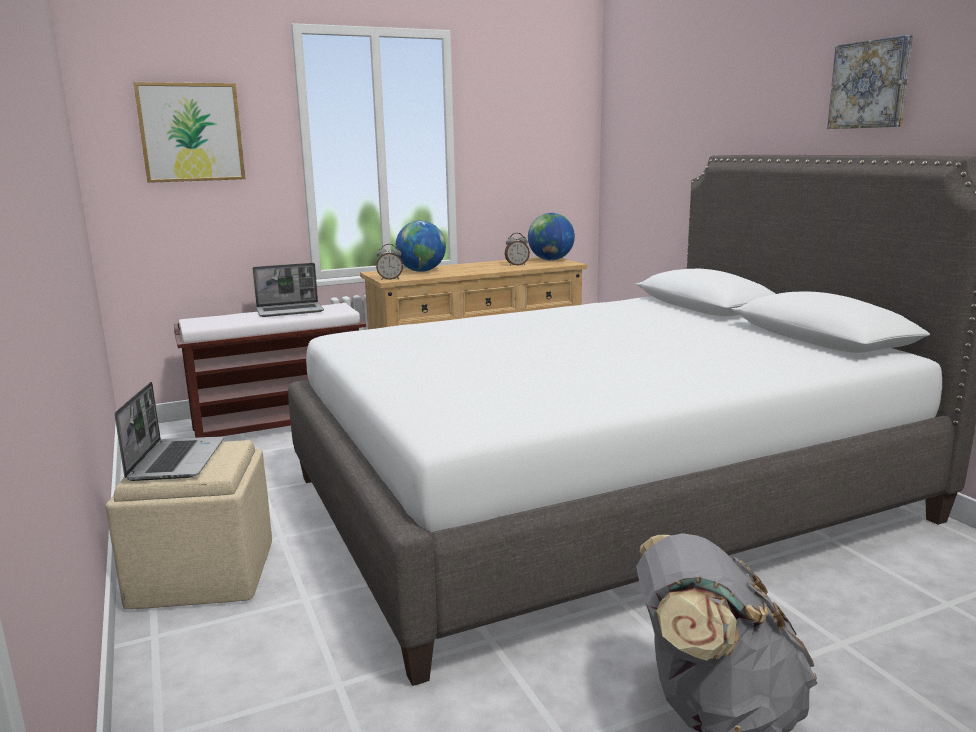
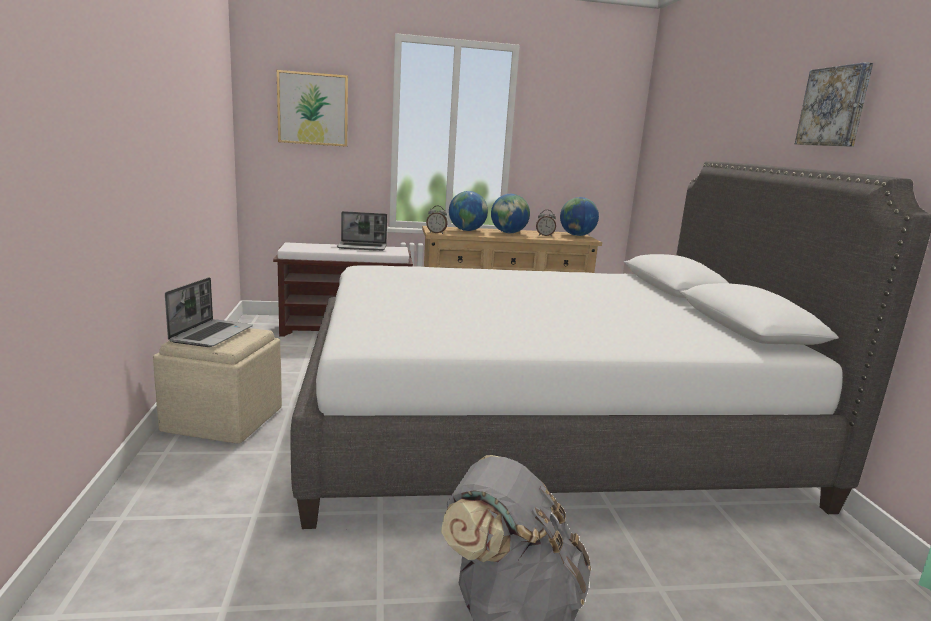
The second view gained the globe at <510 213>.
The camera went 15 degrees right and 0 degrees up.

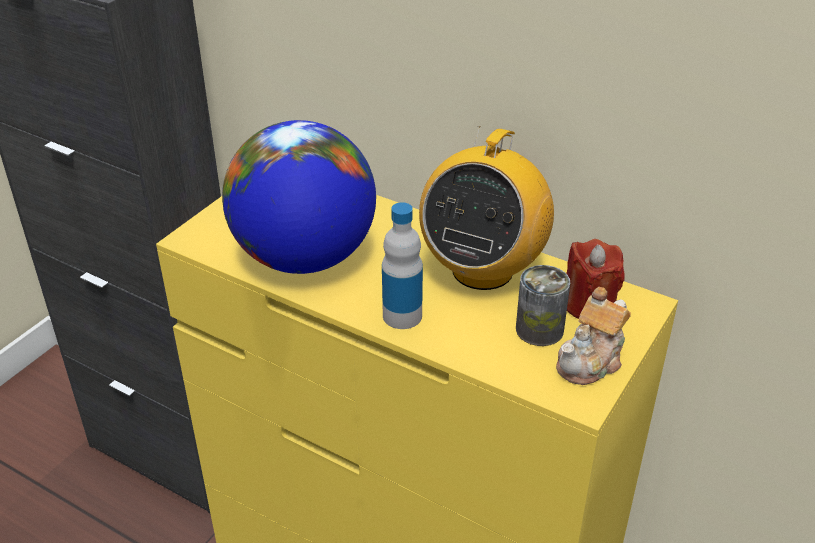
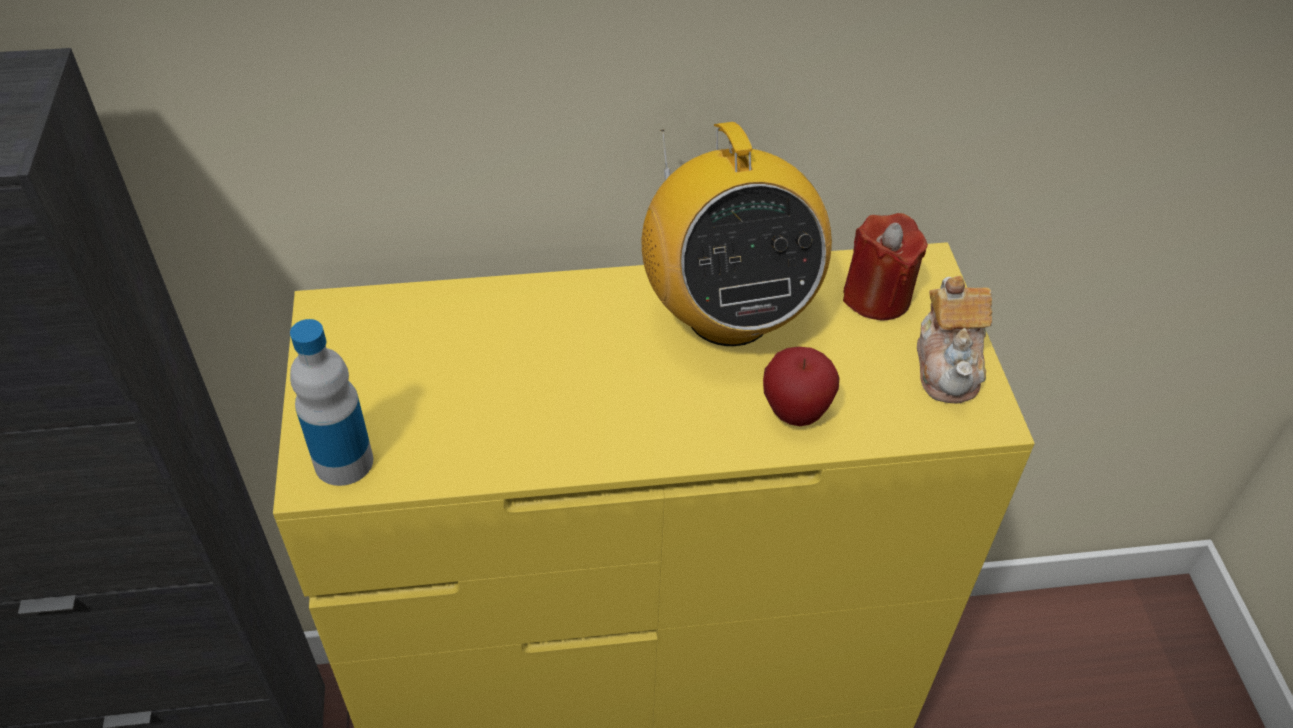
The second view lost the globe at <299 197>.
The bottle ended up elsewhere, having gone from <402 265> to <331 402>.
The second view lost the can at <543 305>.
The second view gained the apple at <801 386>.
The camera went 40 degrees left and 10 degrees up.

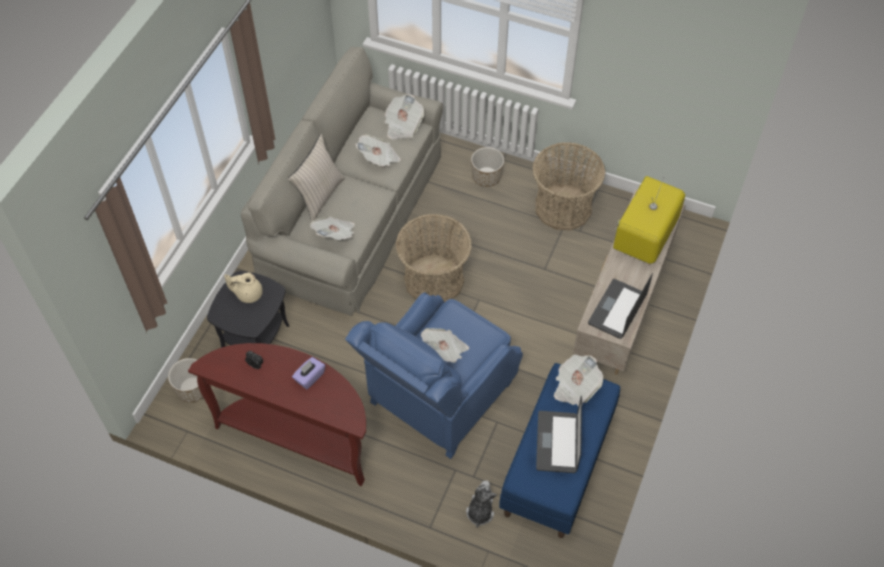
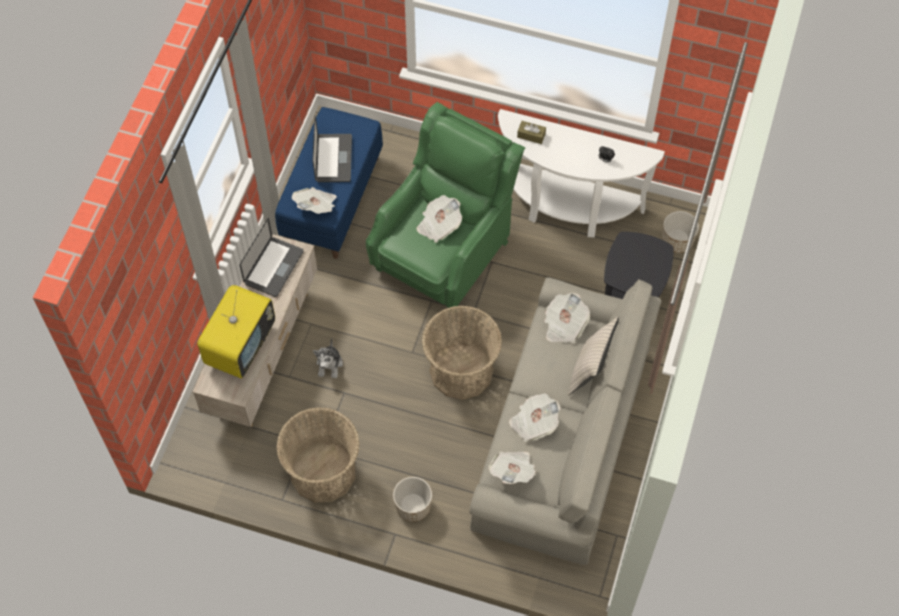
The second view lost the teapot (beige) at <243 287>.
What was the armchair (blue) at <434 375> turned into the armchair (green) at <445 206>.
What was the console table (brown) at <277 414> turned into the console table (white) at <581 173>.
The second view lost the tissue box (purple) at <308 373>.
The plush toy ended up elsewhere, having gone from <481 504> to <328 358>.
The second view gained the tissue box (brown) at <531 132>.
The camera went 175 degrees right and 5 degrees up.

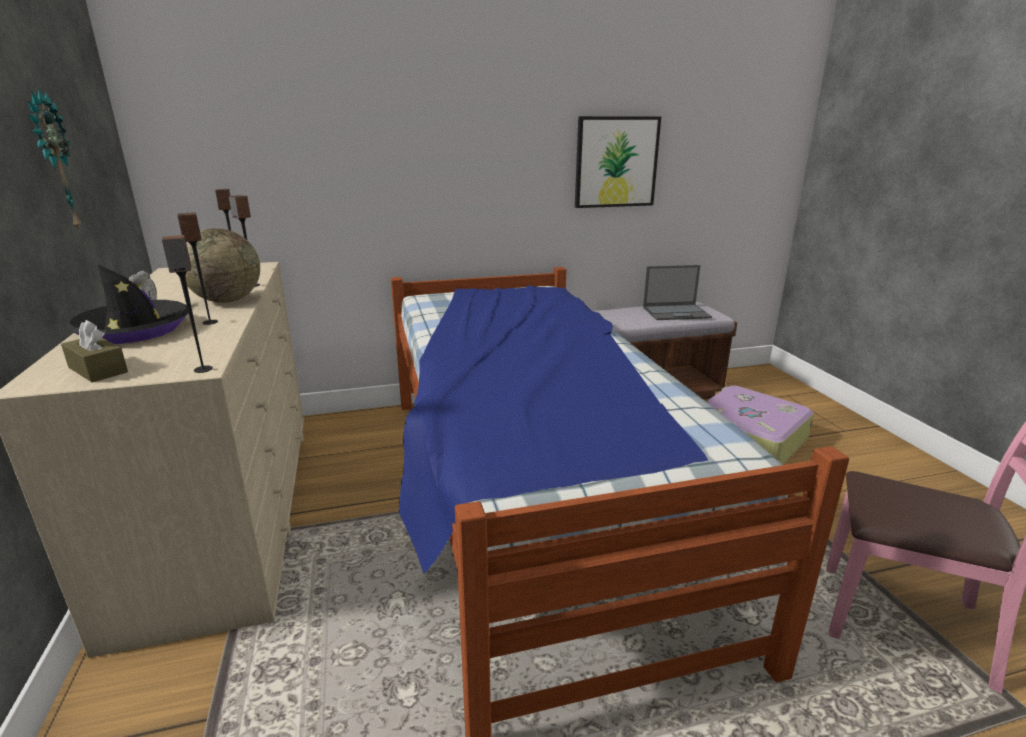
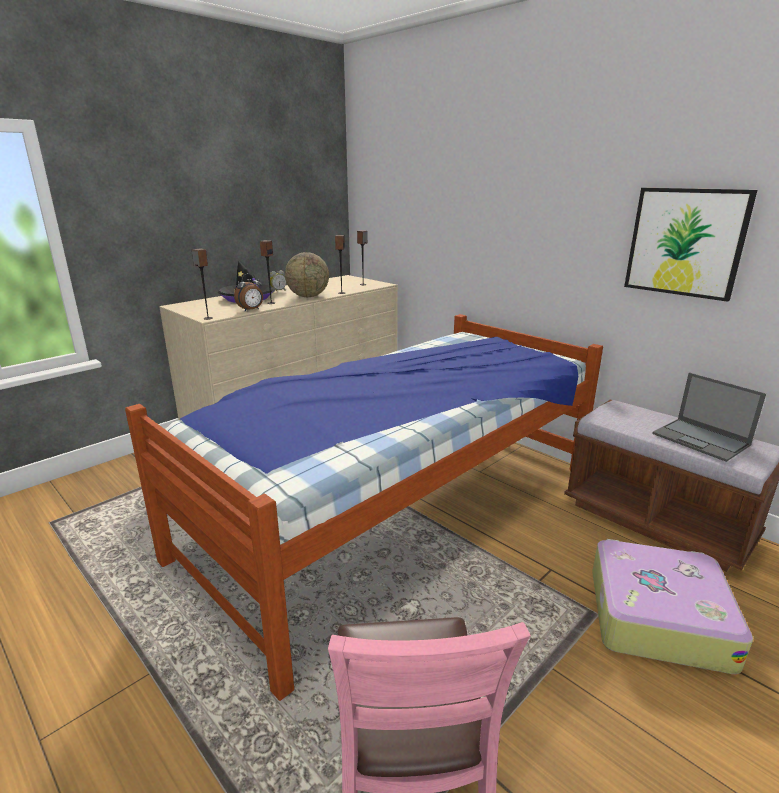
The second view lost the wall clock at <55 160>.
The second view lost the tissue box (brown) at <94 351>.
The second view gained the alarm clock at <248 292>.
The camera went 60 degrees right and 0 degrees up.

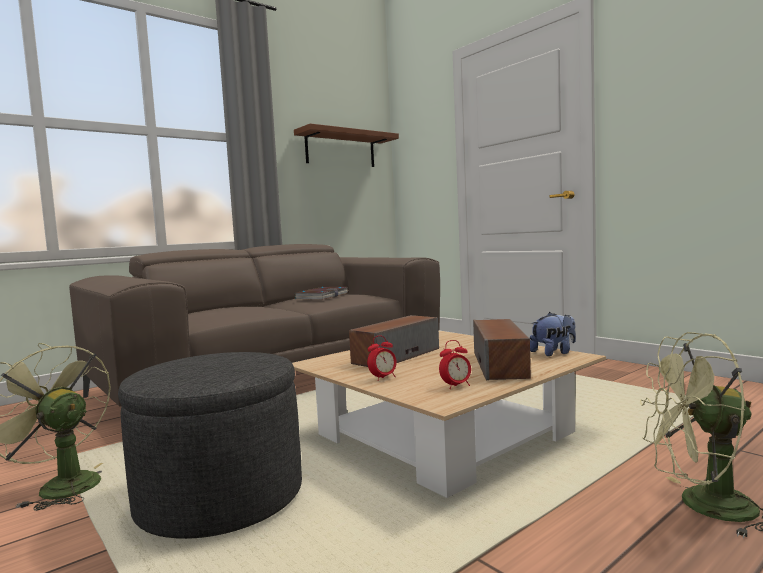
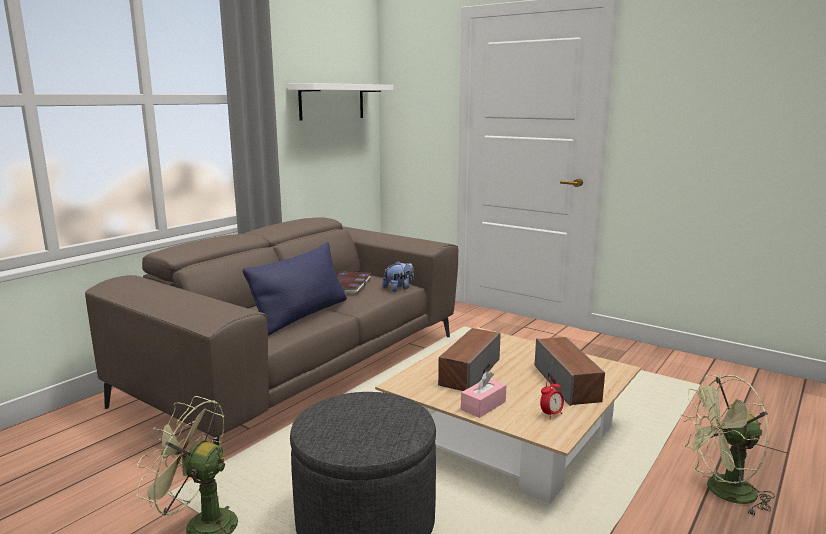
What was the shelf (brown) at <346 145> turned into the shelf (white) at <340 102>.
The plush toy ended up elsewhere, having gone from <553 334> to <398 276>.
Where the alarm clock stood at <382 358>, the tissue box (pink) came to stand at <483 394>.
The second view gained the pillow (blue) at <295 289>.
The camera went 15 degrees left and 10 degrees up.

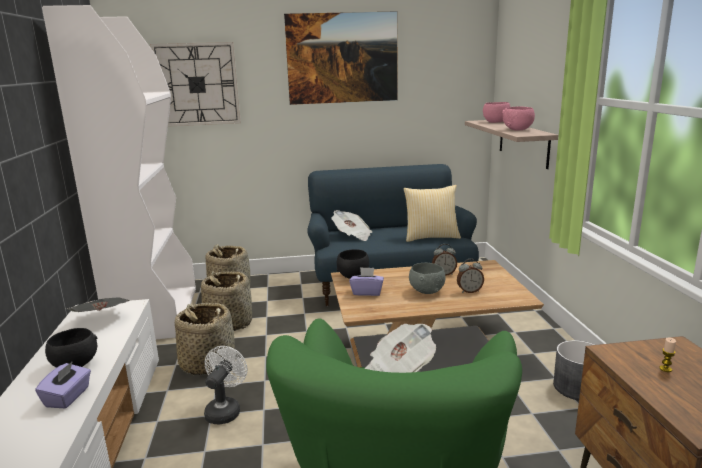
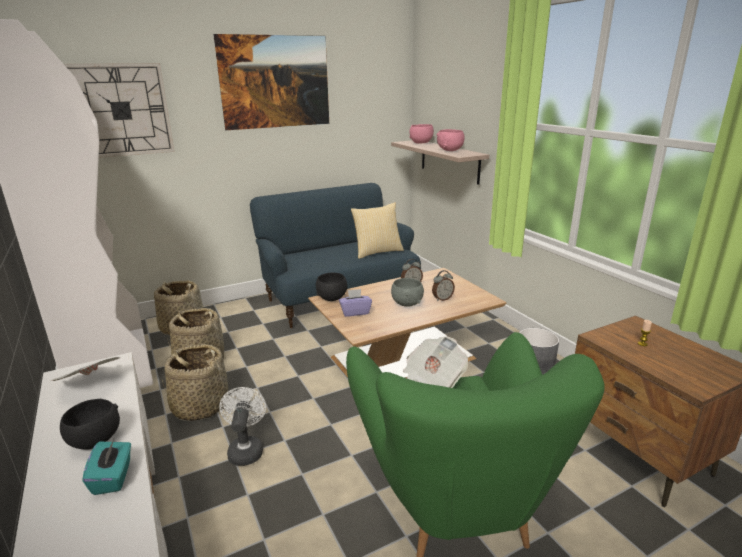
The second view lost the newspaper at <352 225>.
What was the tissue box (purple) at <63 385> turned into the tissue box (turquoise) at <106 467>.
The camera went 20 degrees left and 5 degrees up.

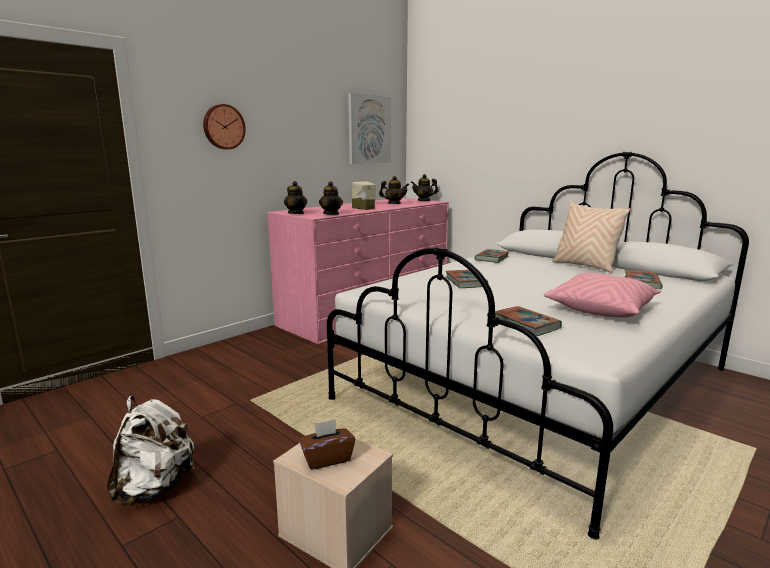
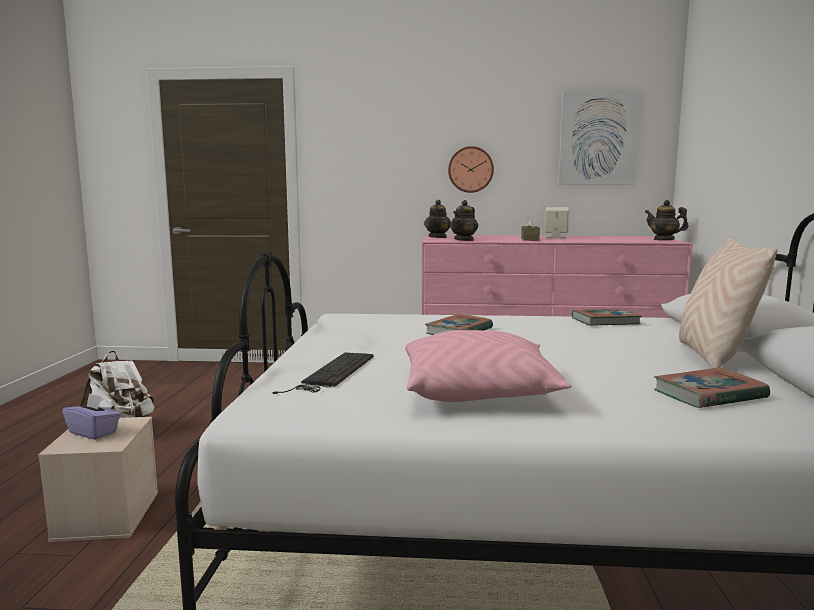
The wall clock ended up elsewhere, having gone from <224 126> to <471 169>.
The second view lost the teapot at <394 190>.
Where the book stood at <528 321>, the keyboard came to stand at <323 373>.
What was the tissue box (brown) at <327 444> turned into the tissue box (purple) at <91 416>.
The camera went 50 degrees right and 5 degrees down.

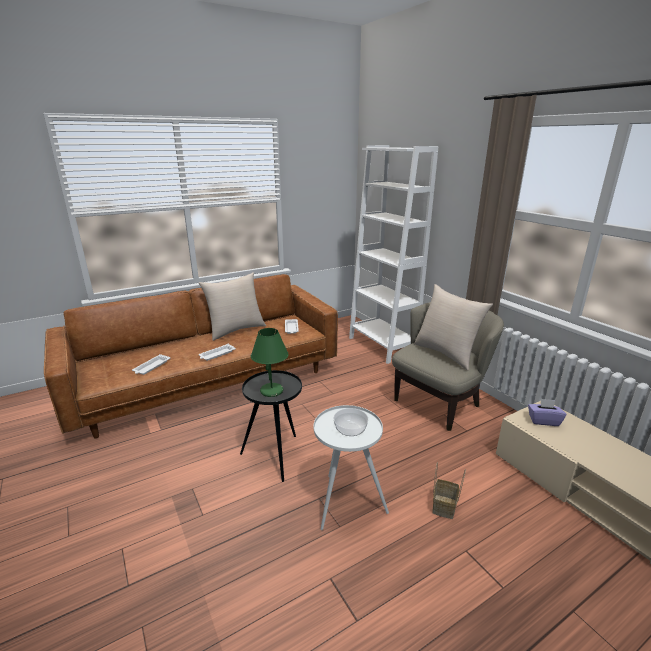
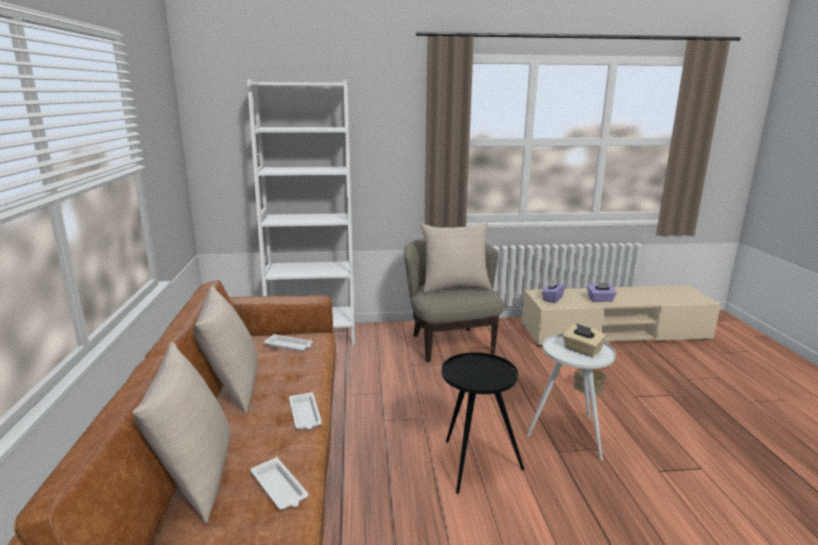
The second view lost the table lamp (green) at <270 362>.
Where the bowl stood at <351 422>, the tissue box (beige) came to stand at <584 340>.
The second view gained the tissue box (purple) at <602 292>.
The second view gained the pillow (beige) at <181 432>.
The camera went 65 degrees left and 5 degrees down.

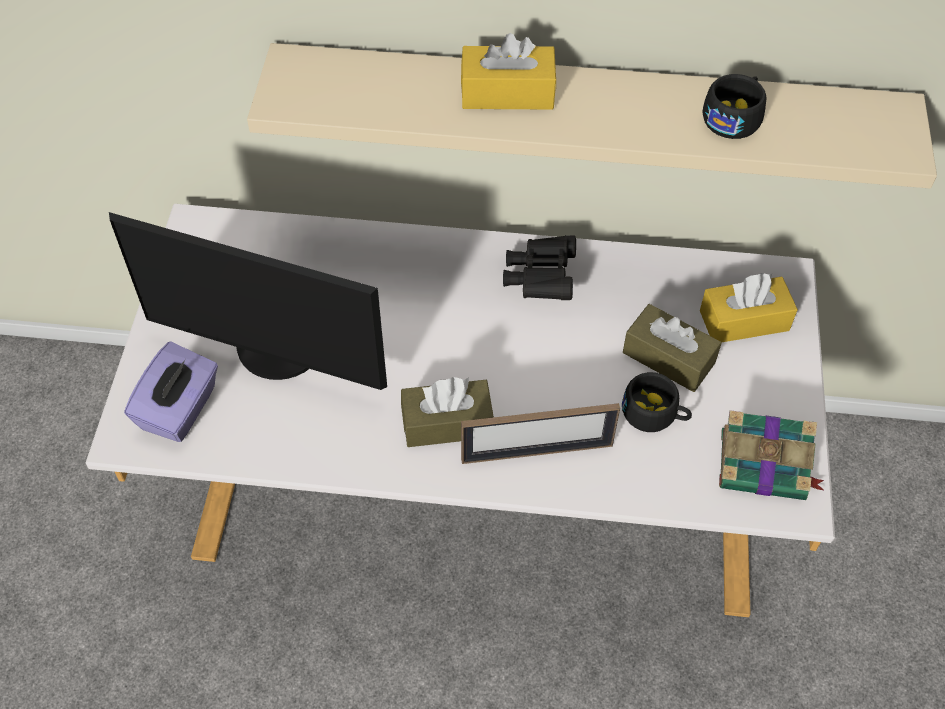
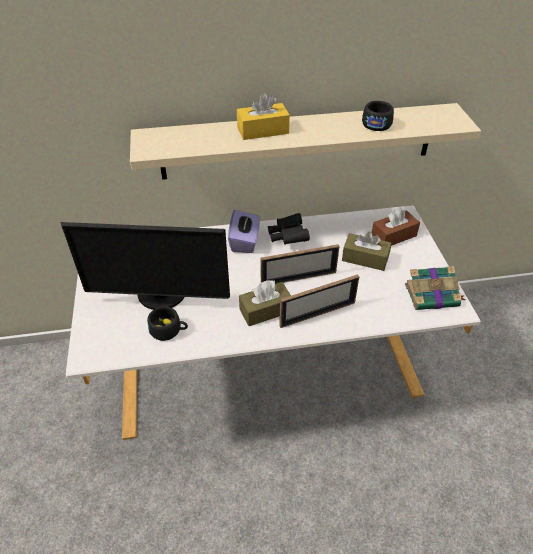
What was the tissue box (yellow) at <749 308> turned into the tissue box (brown) at <396 226>.
The tissue box (purple) ended up elsewhere, having gone from <171 391> to <244 231>.
The cup (black) ended up elsewhere, having gone from <657 402> to <167 323>.
The second view gained the picture frame at <300 264>.
The camera went 15 degrees left and 10 degrees down.

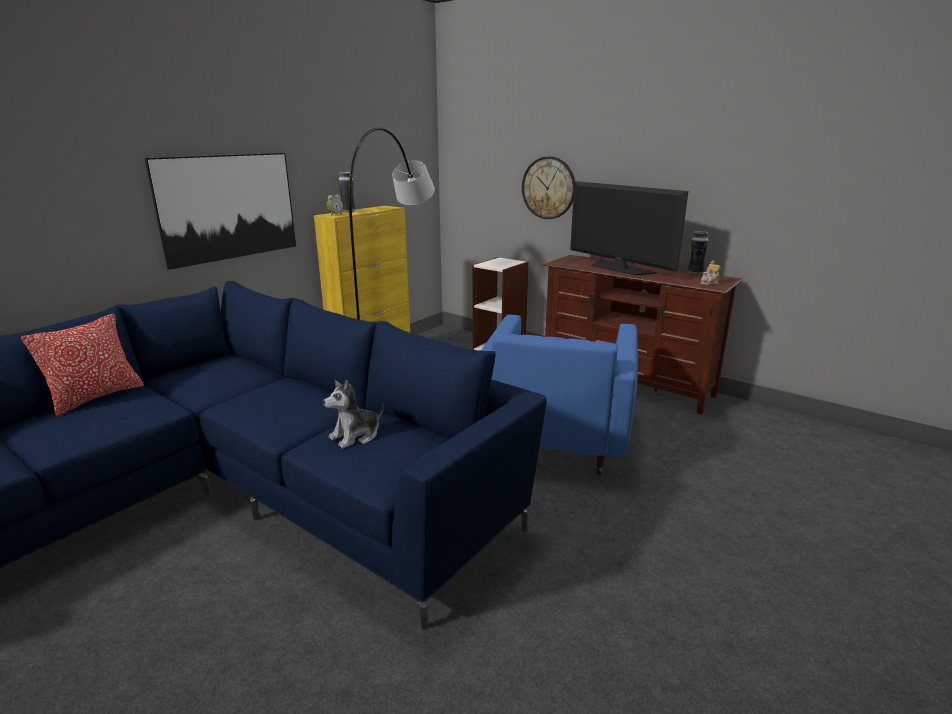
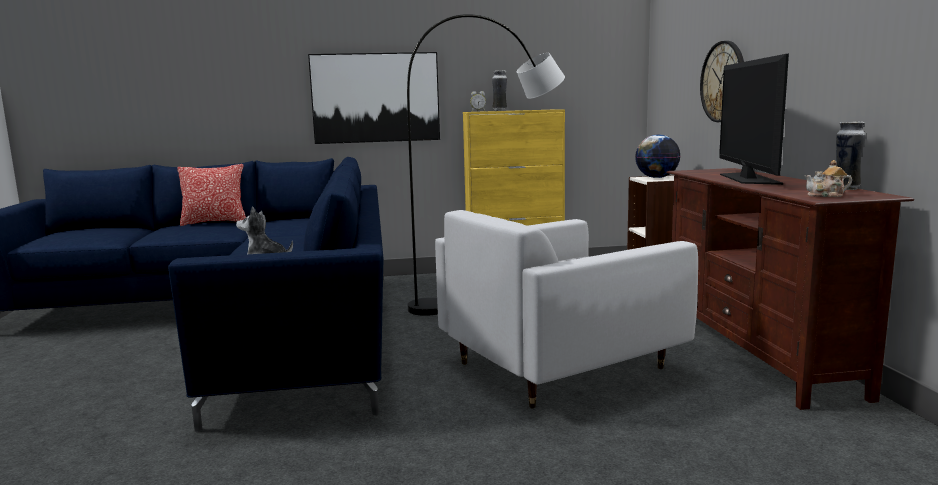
What was the armchair (blue) at <559 395> turned into the armchair (white) at <566 309>.
The second view gained the globe at <657 156>.
The camera went 45 degrees right and 10 degrees down.

